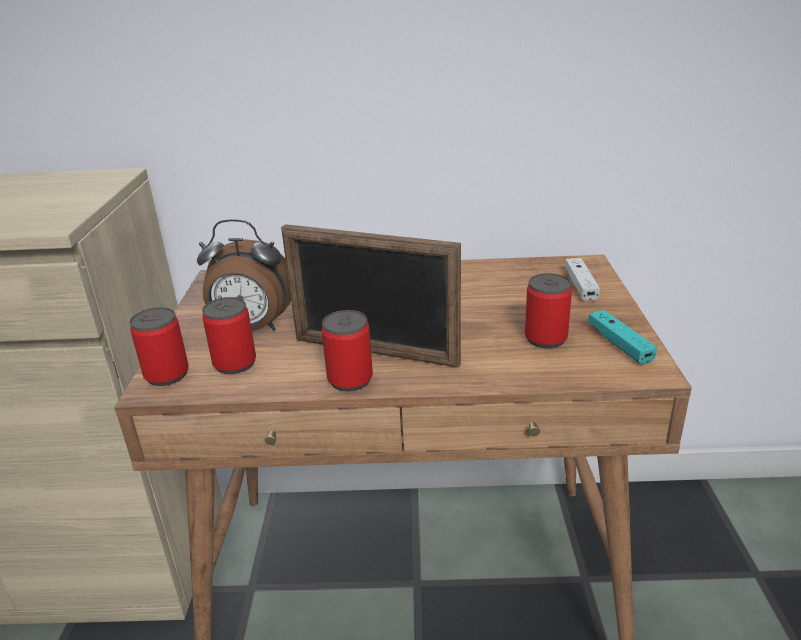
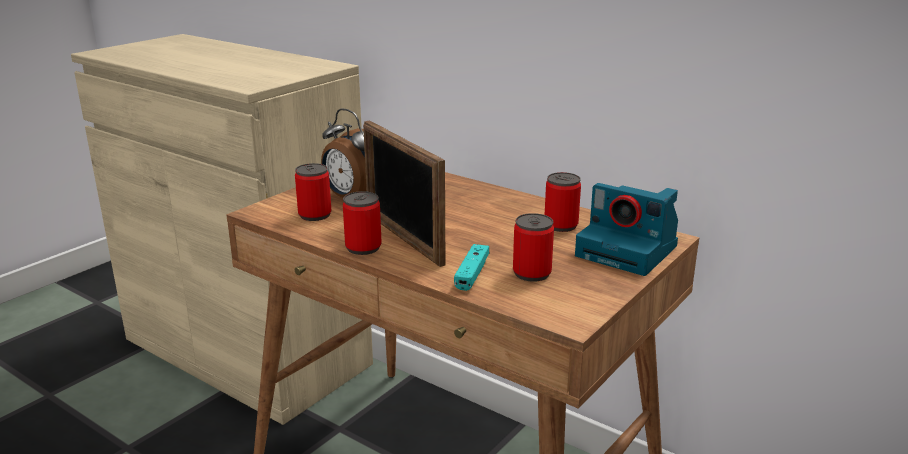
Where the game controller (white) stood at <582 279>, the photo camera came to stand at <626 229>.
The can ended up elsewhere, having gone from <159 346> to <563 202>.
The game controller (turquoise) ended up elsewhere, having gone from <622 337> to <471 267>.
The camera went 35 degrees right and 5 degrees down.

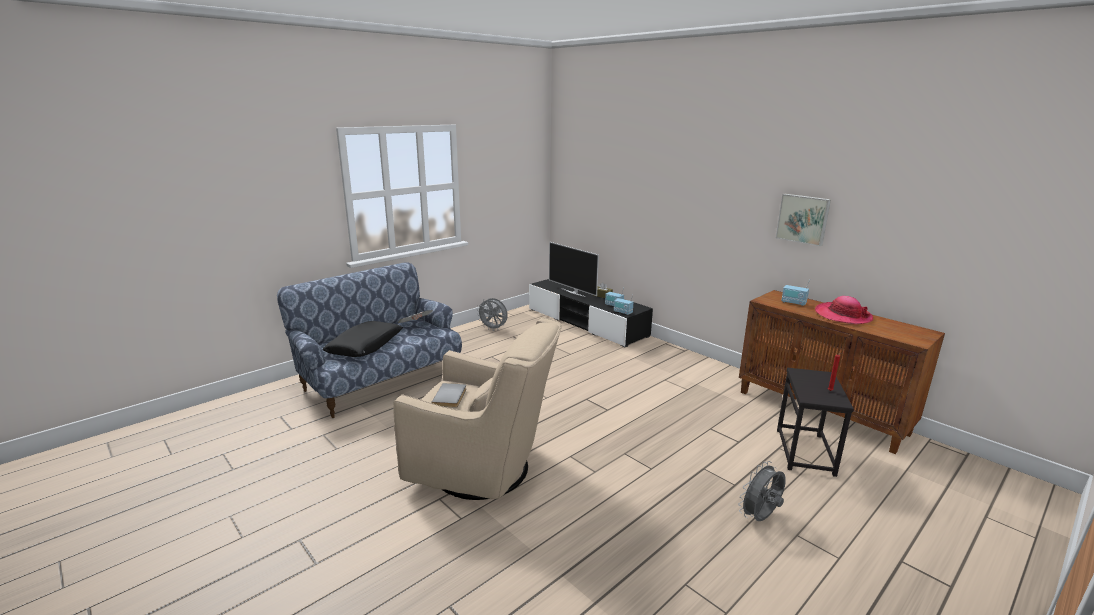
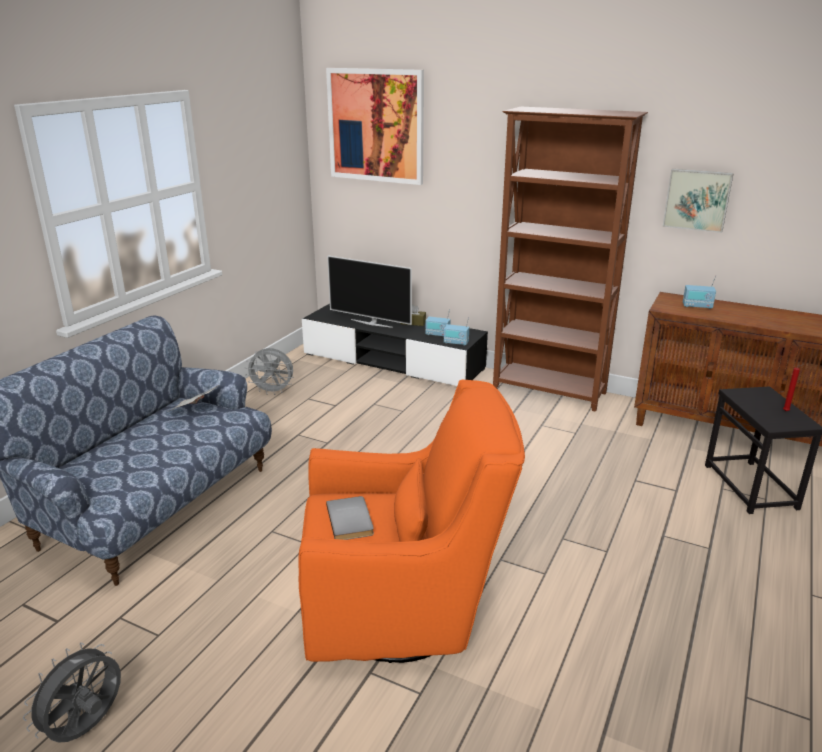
The second view lost the hat at <844 310>.
What was the armchair (beige) at <477 408> turned into the armchair (orange) at <411 521>.
The second view lost the pillow (black) at <363 339>.
The fan (grey) ended up elsewhere, having gone from <762 491> to <72 692>.
The second view gained the picture at <375 126>.
The second view gained the bookcase (brown) at <570 259>.
The camera went 20 degrees left and 5 degrees up.

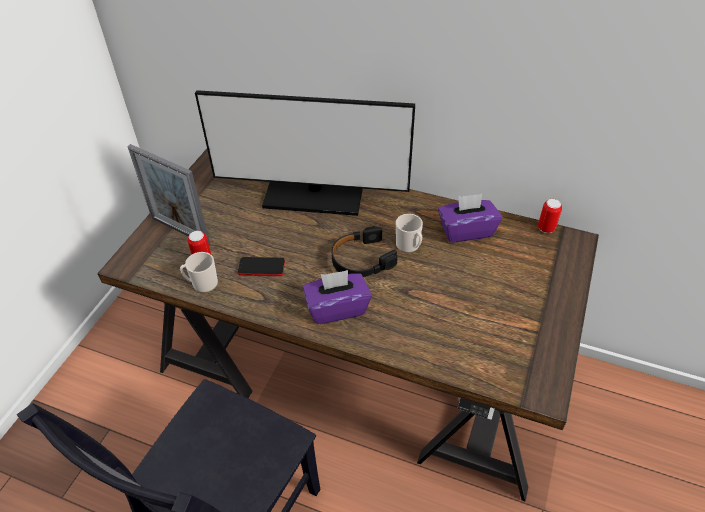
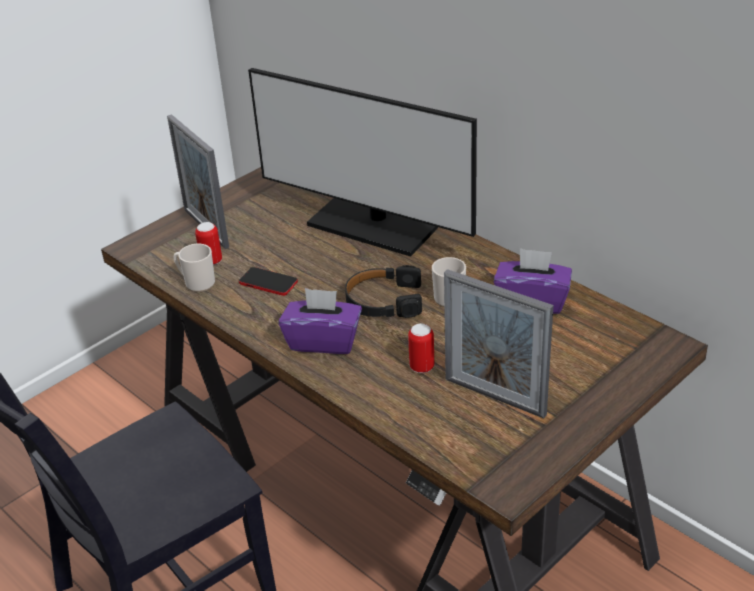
The can ended up elsewhere, having gone from <550 216> to <421 348>.
The second view gained the picture frame at <499 343>.
The camera went 25 degrees right and 10 degrees down.

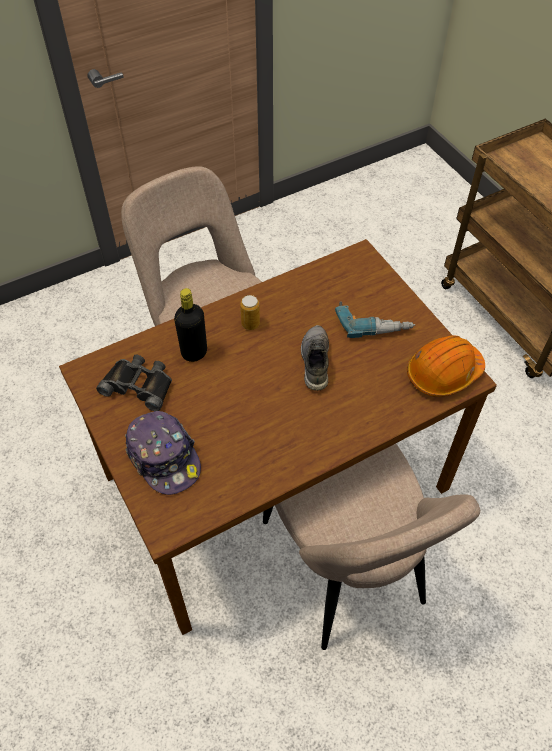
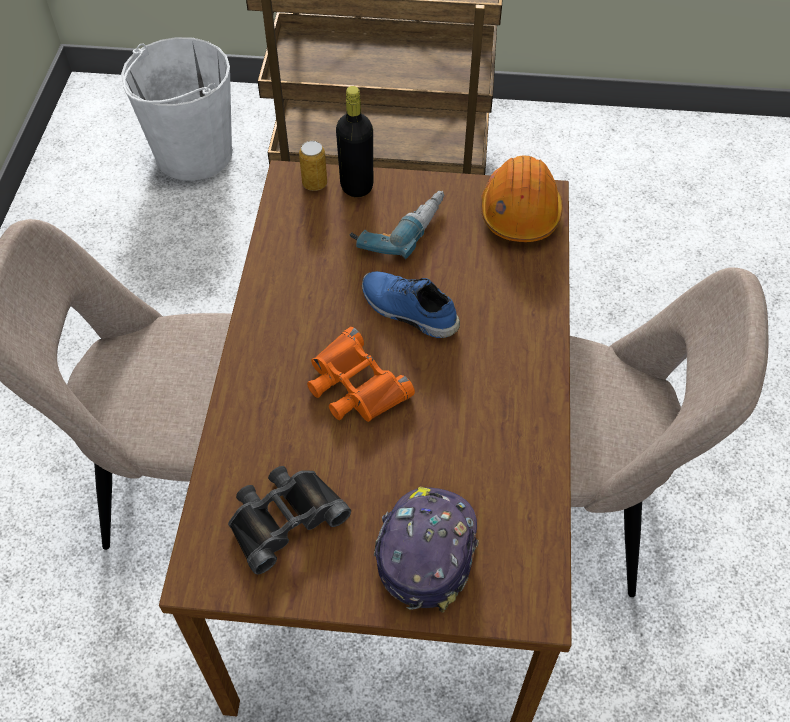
The bottle (black) ended up elsewhere, having gone from <190 325> to <354 141>.
The can ended up elsewhere, having gone from <250 312> to <313 166>.
What was the shoe (grey) at <315 358> turned into the shoe (blue) at <411 304>.
The cap at <163 453> ended up facing another way, 75 degrees counterclockwise from before.
The second view gained the bucket (white) at <177 109>.
The second view gained the binoculars (orange) at <361 374>.
The camera went 55 degrees left and 0 degrees up.

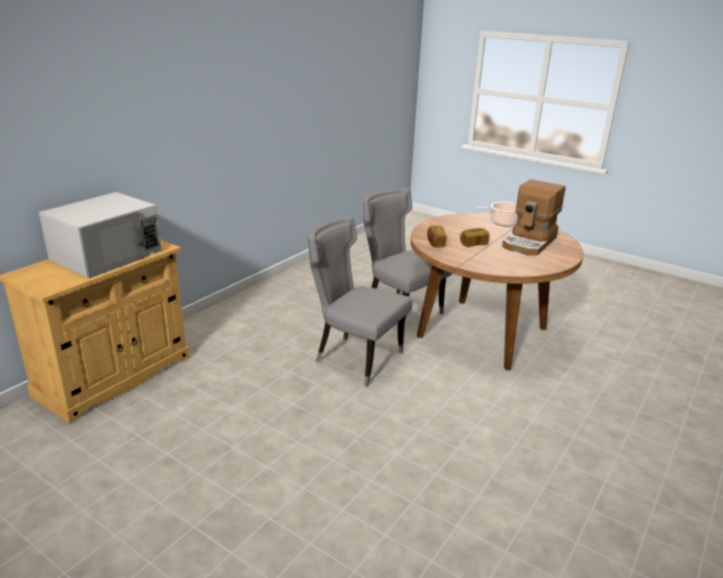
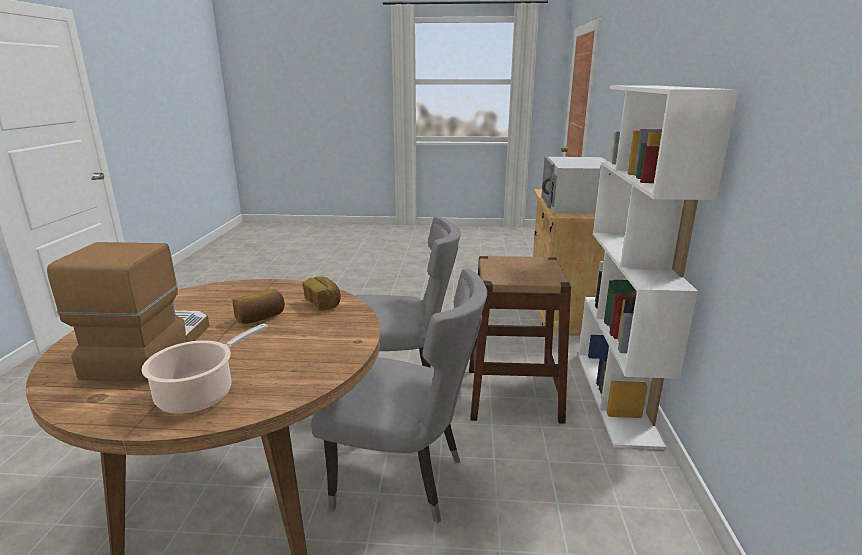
The second view gained the bookcase (white) at <658 268>.
The second view gained the stool (brown) at <520 340>.
The camera went 150 degrees right and 5 degrees down.

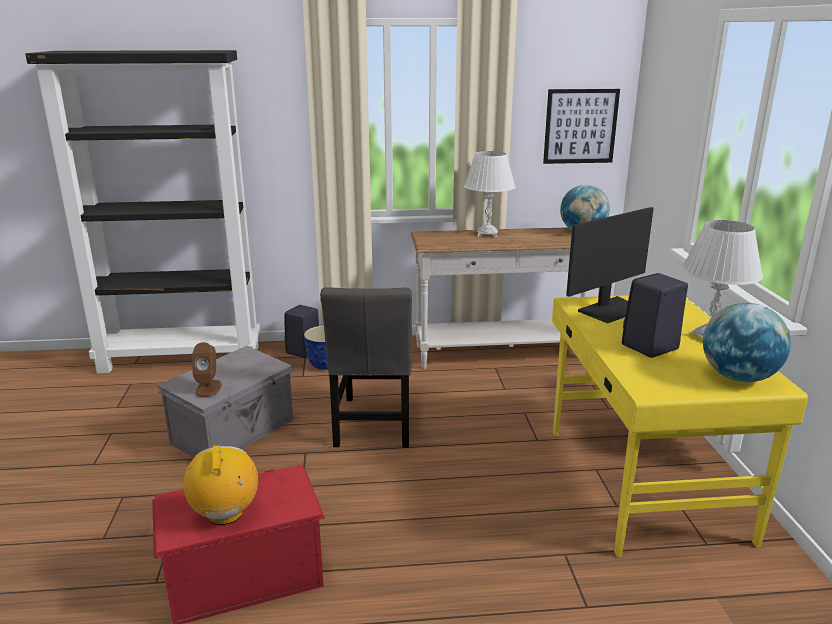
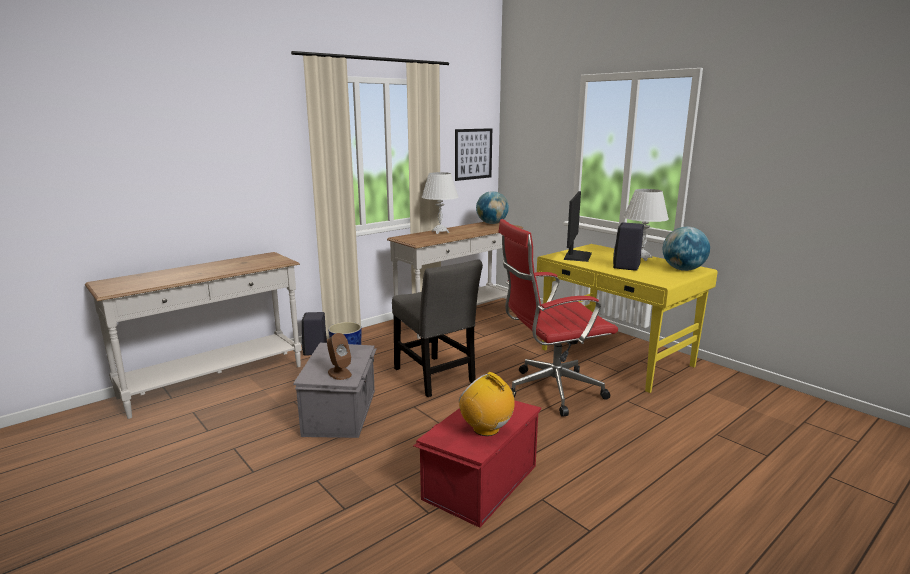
Where the bookcase (black) stood at <142 212>, the console table (white) came to stand at <193 335>.
The second view gained the office chair (red) at <558 318>.
The camera went 35 degrees left and 5 degrees down.

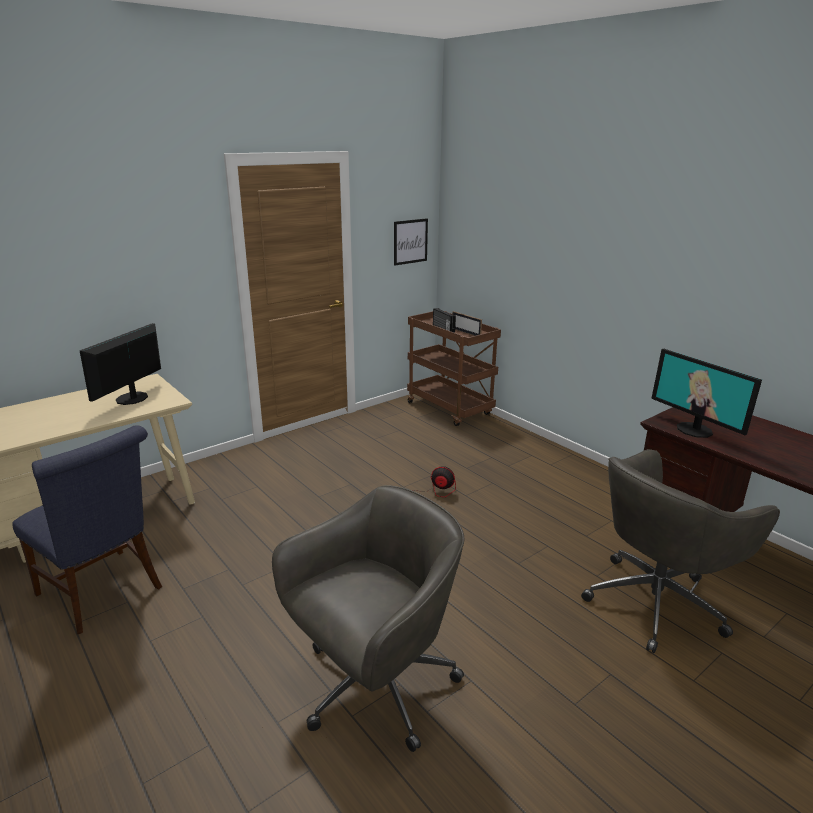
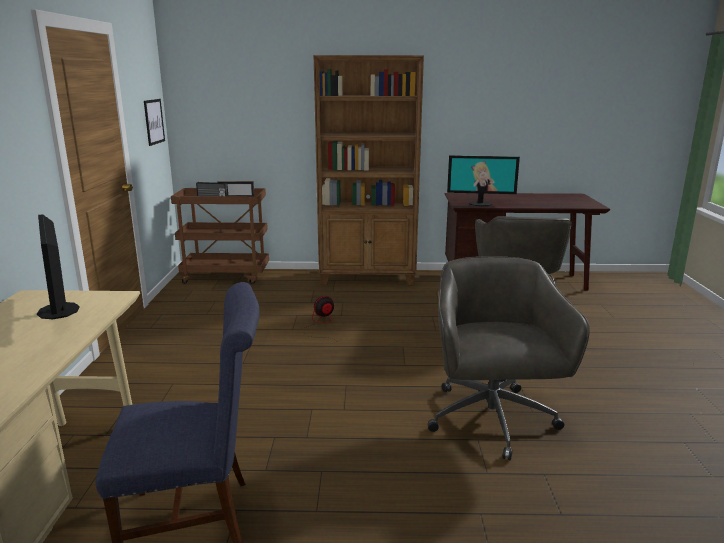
The second view gained the bookcase (brown) at <369 170>.
The camera went 50 degrees left and 5 degrees down.

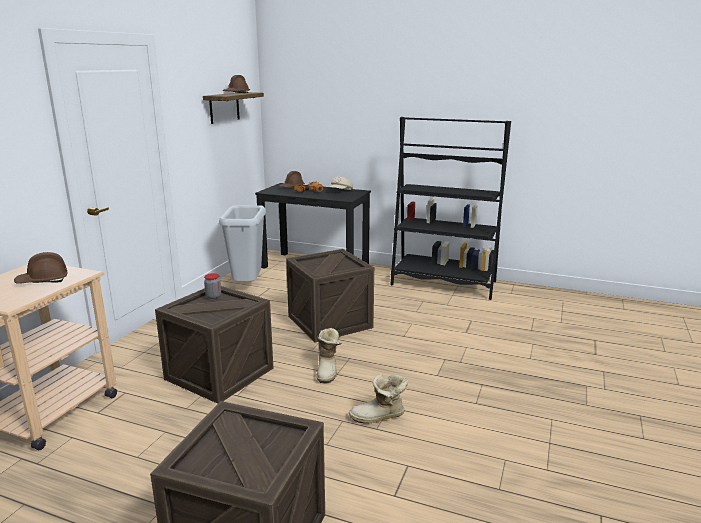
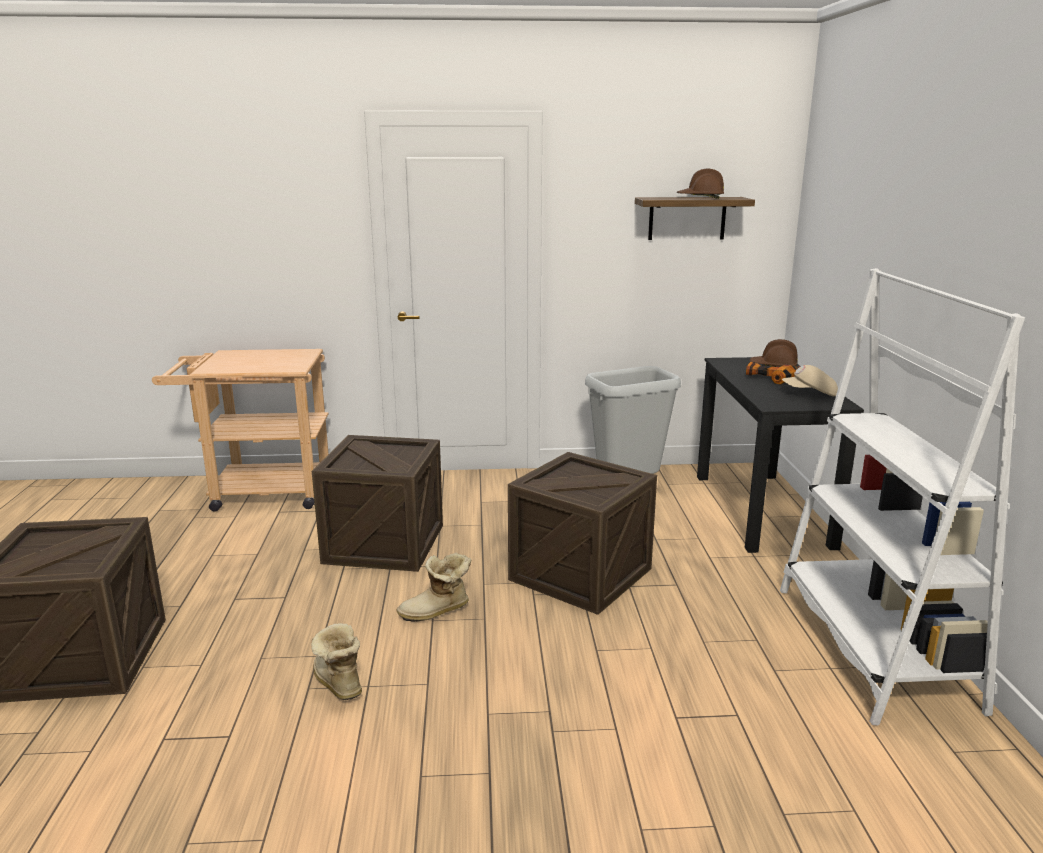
What was the bookcase (black) at <450 208> turned into the bookcase (white) at <902 497>.
The second view lost the hard hat (brown) at <41 268>.
The second view lost the jar at <212 286>.
The camera went 65 degrees right and 0 degrees up.

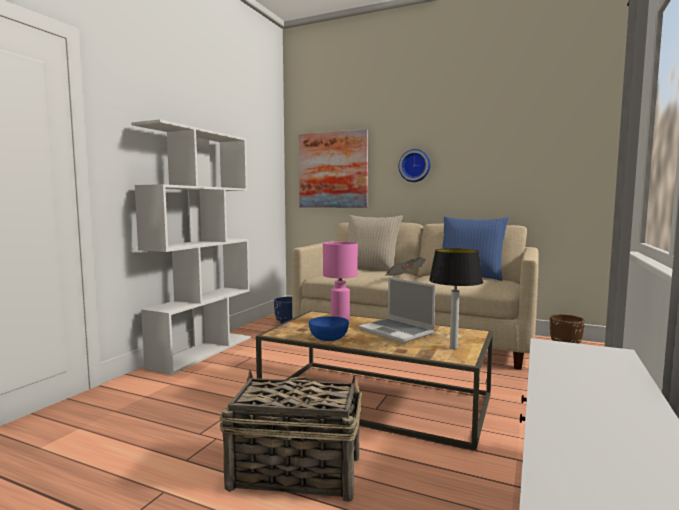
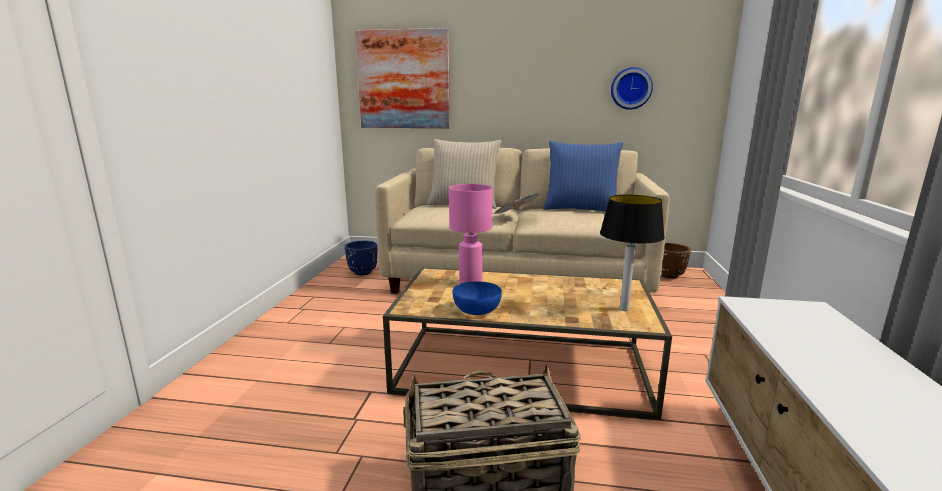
The second view lost the bookcase (white) at <191 247>.
The wall clock ended up elsewhere, having gone from <414 165> to <632 88>.
The second view lost the laptop at <396 310>.
The camera went 15 degrees left and 10 degrees up.

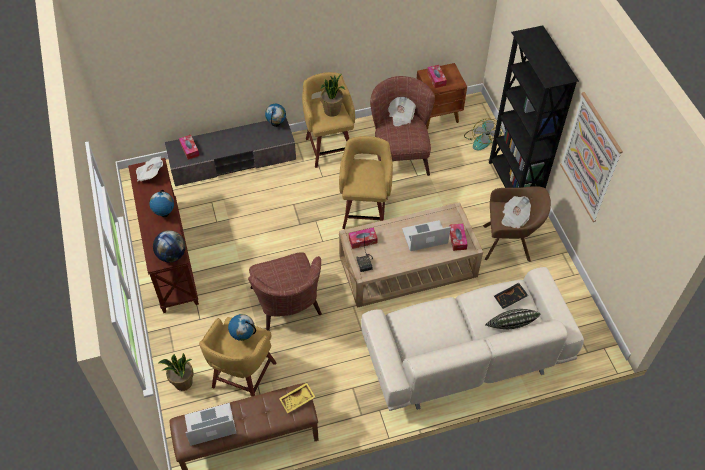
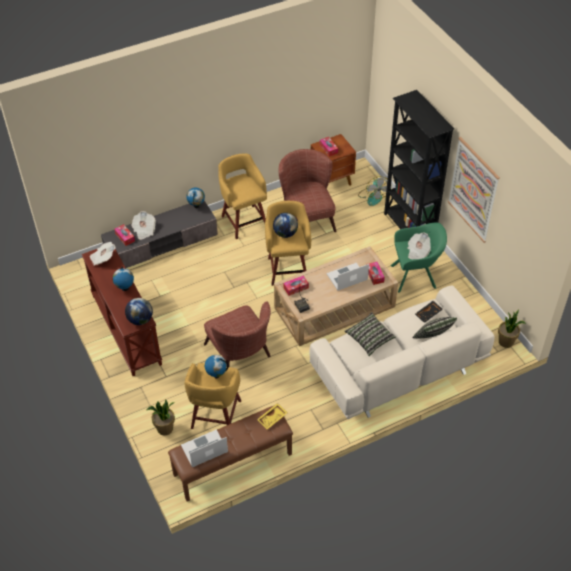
The potted plant ended up elsewhere, having gone from <332 95> to <512 329>.
The newspaper ended up elsewhere, having gone from <402 111> to <143 225>.
What was the armchair (brown) at <517 224> turned into the armchair (green) at <418 258>.
The second view gained the globe at <285 225>.
The second view gained the pillow at <370 334>.
The camera went 10 degrees left and 5 degrees down.

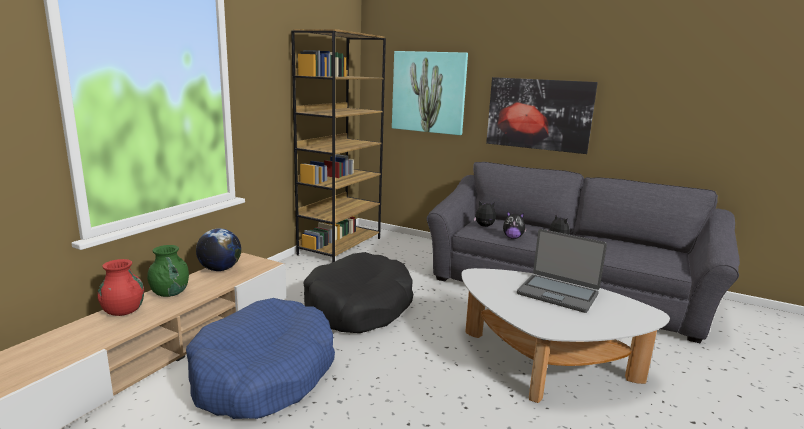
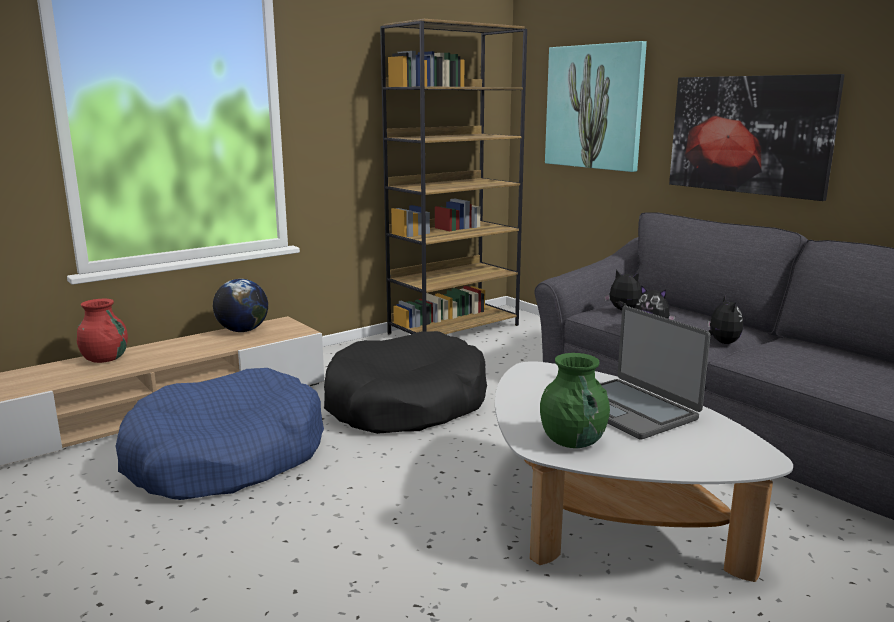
The vase (green) ended up elsewhere, having gone from <168 271> to <575 400>.
The camera went 25 degrees right and 0 degrees up.

